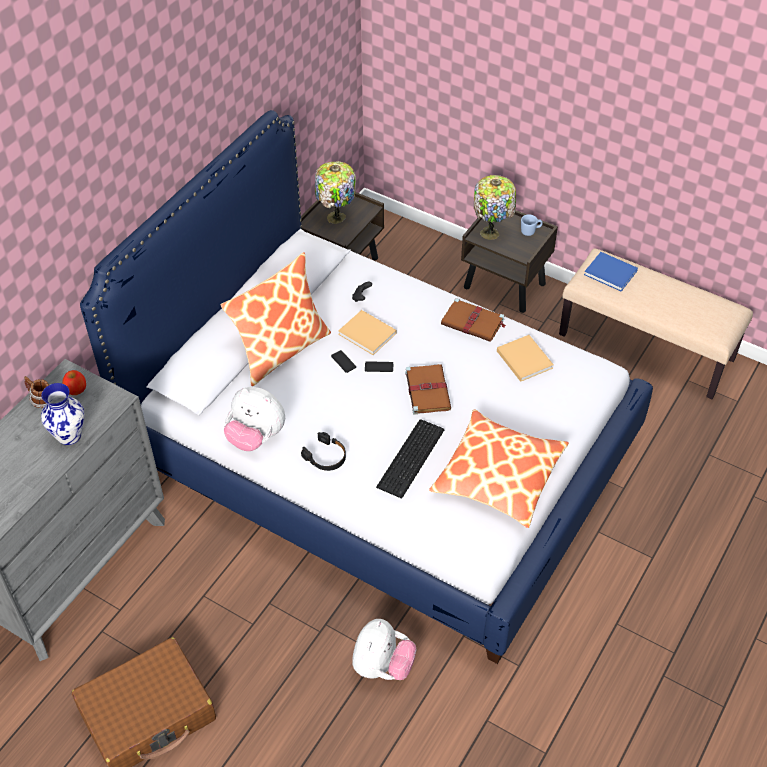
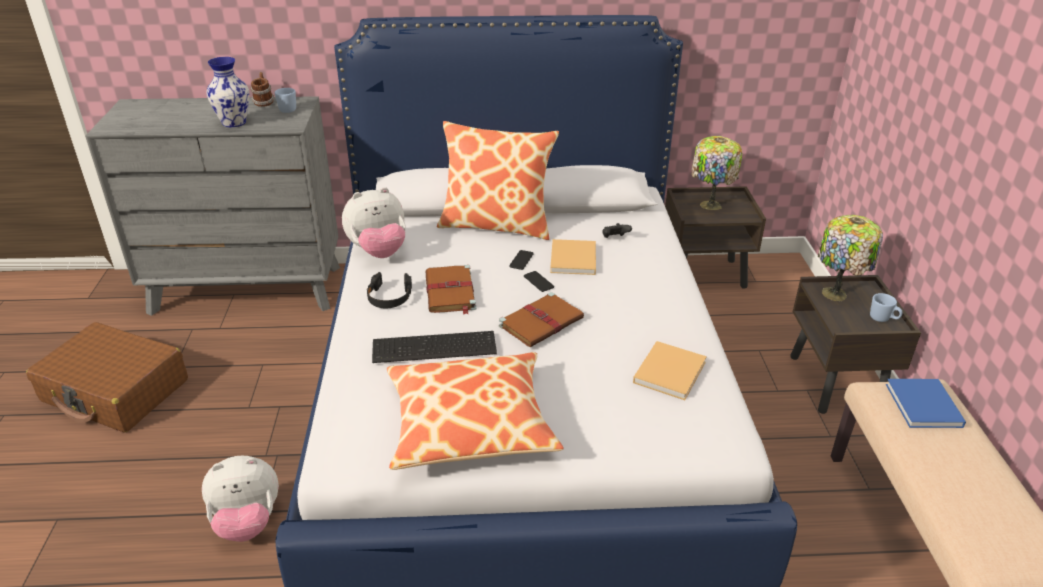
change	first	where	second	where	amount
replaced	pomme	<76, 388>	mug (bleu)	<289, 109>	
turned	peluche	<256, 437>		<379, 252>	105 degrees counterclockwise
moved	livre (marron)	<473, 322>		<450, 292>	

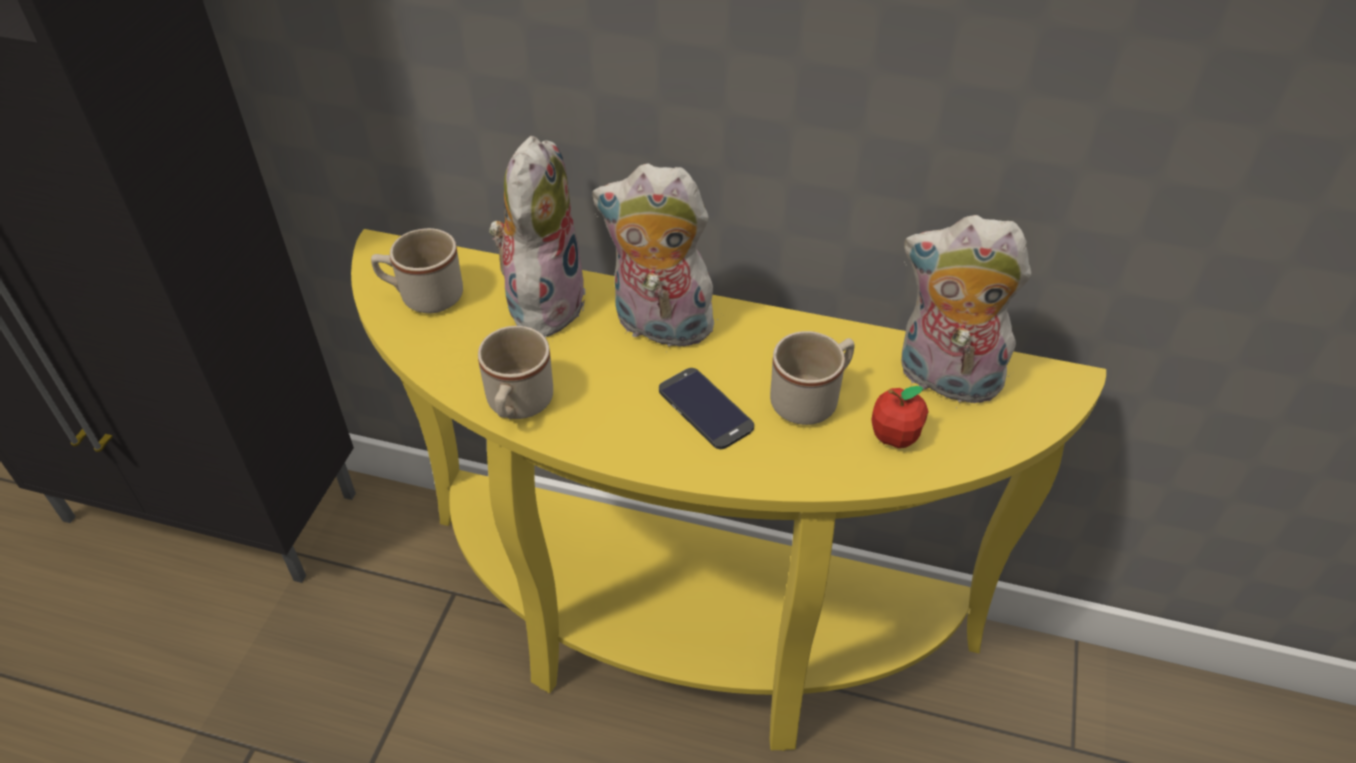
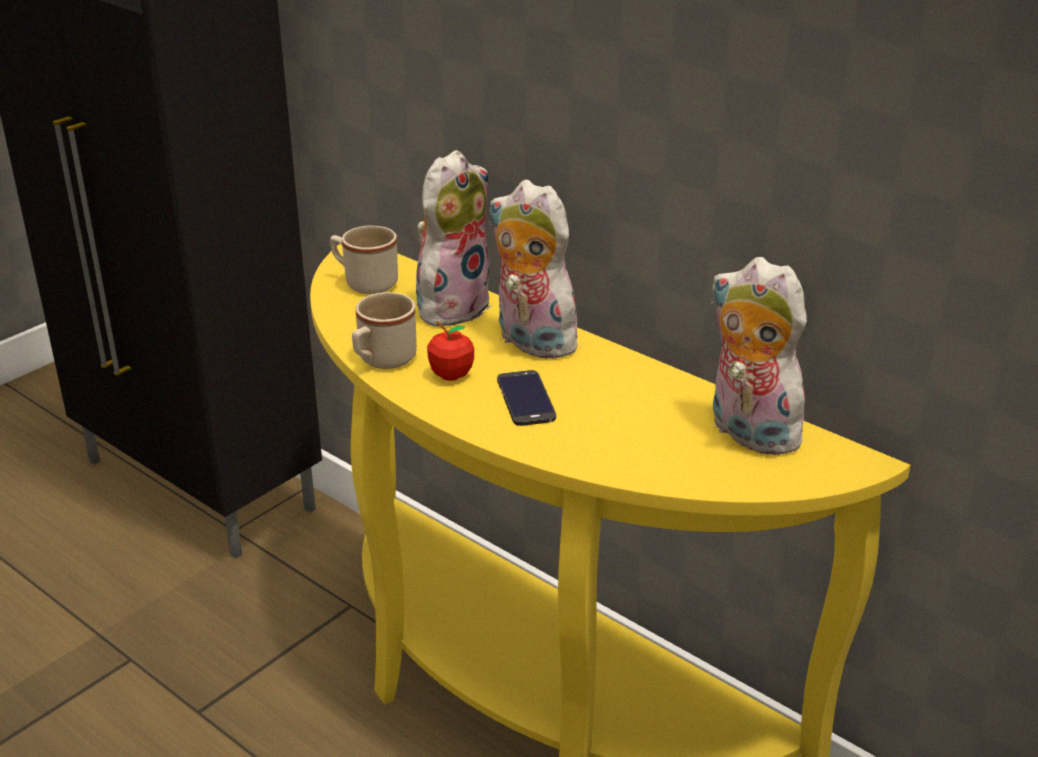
change	first	where	second	where	amount
moved	pomme	<894, 436>		<451, 375>	
removed	mug (beige)	<812, 399>			

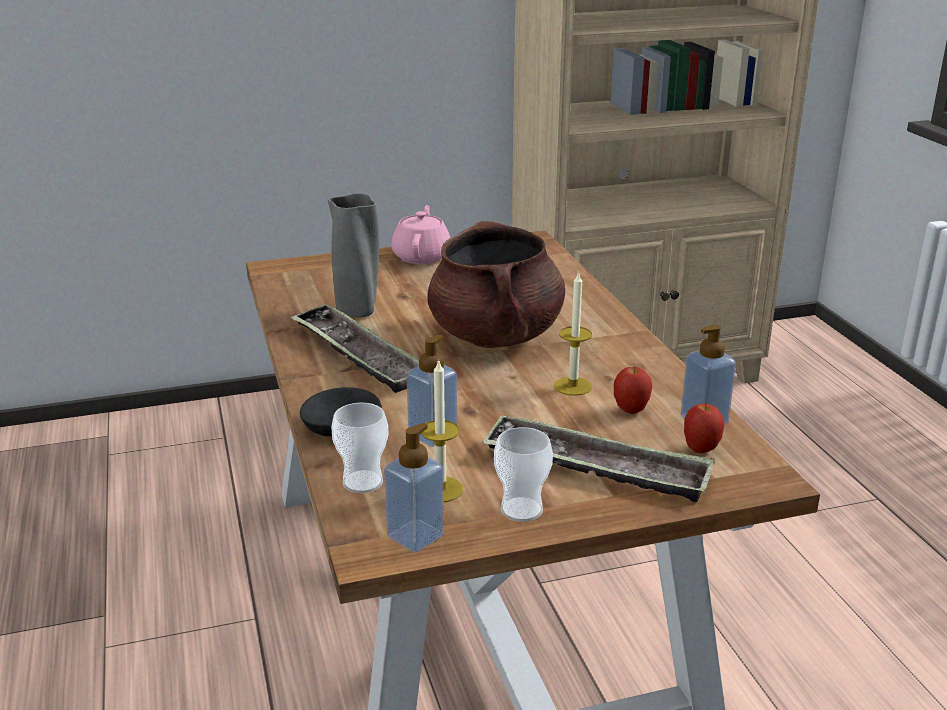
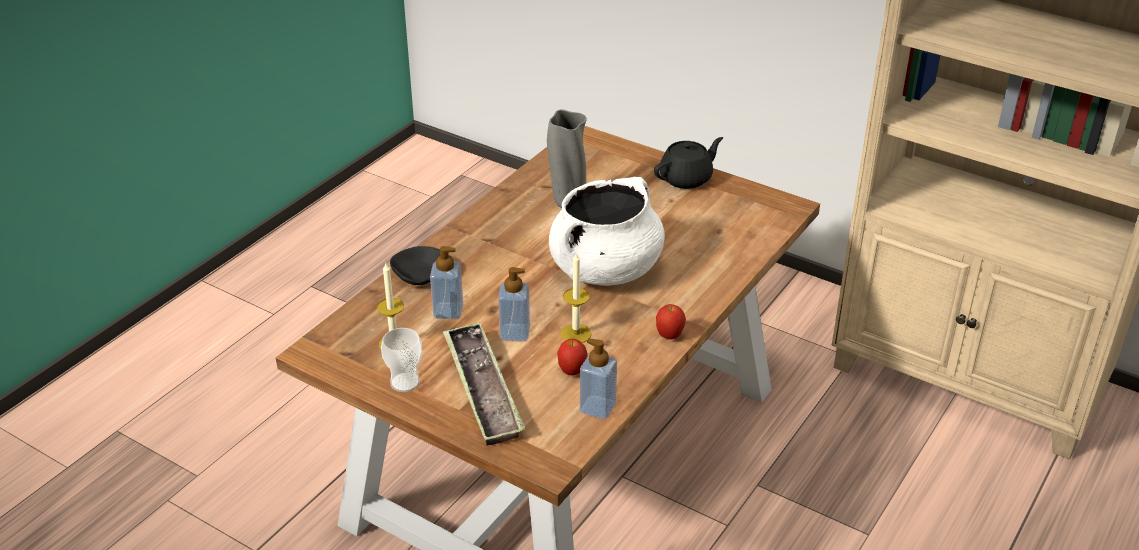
change	first	where	second	where	amount
moved	distributeur de savon	<415, 536>		<515, 333>	
recoloured	marmite (marron)	<496, 336>	marmite (blanc)	<605, 270>	
recoloured	théière (rose)	<422, 256>	théière (noir)	<686, 178>	
moved	pomme	<700, 450>		<669, 336>	
removed	plateau	<359, 355>			
removed	tasse	<362, 482>			

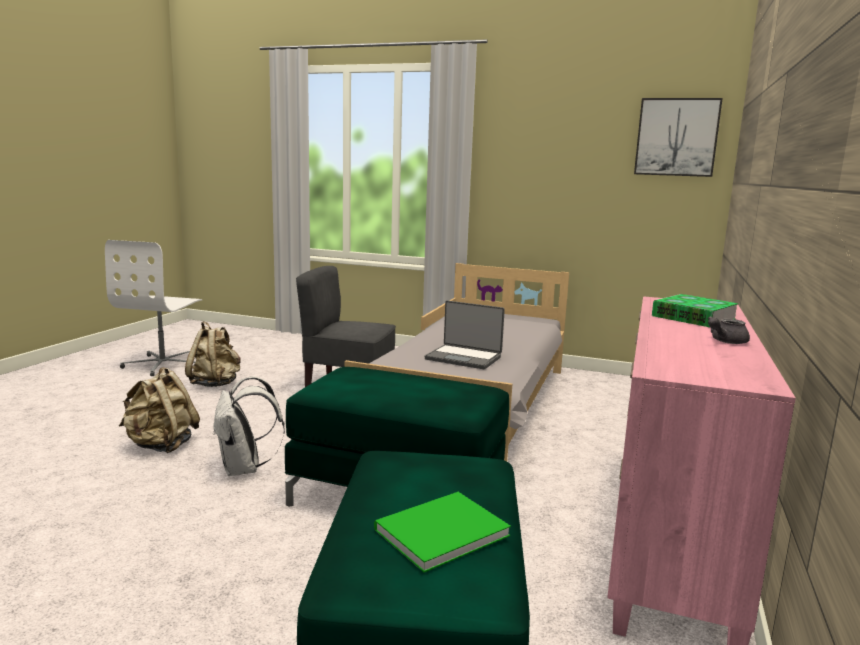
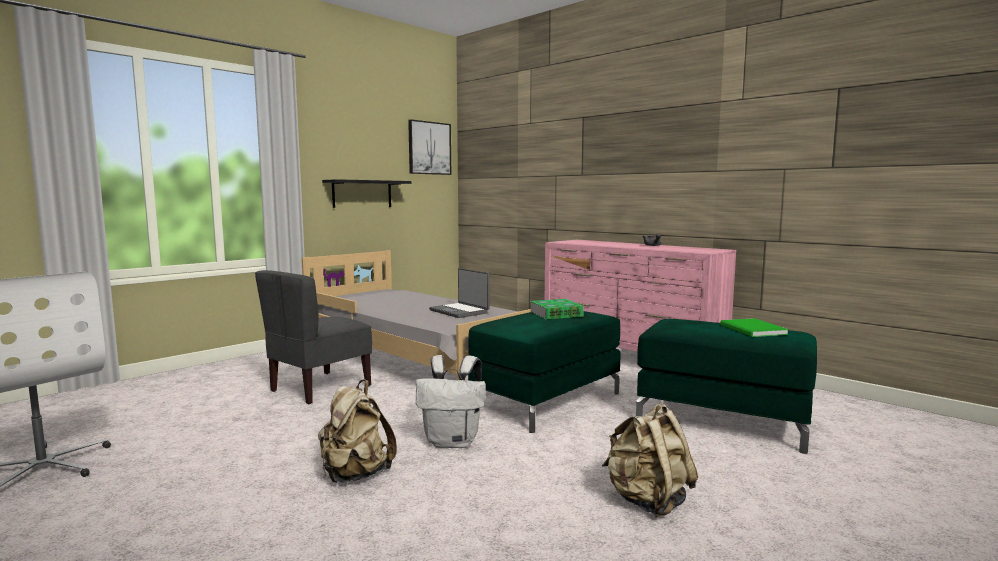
change	first	where	second	where	amount
added			étagère (noir)	<362, 194>	
turned	ordinateur portable	<464, 358>		<460, 311>	90 degrees clockwise
moved	livre	<693, 317>		<556, 314>	
moved	sac à dos (beige)	<215, 384>		<647, 501>	

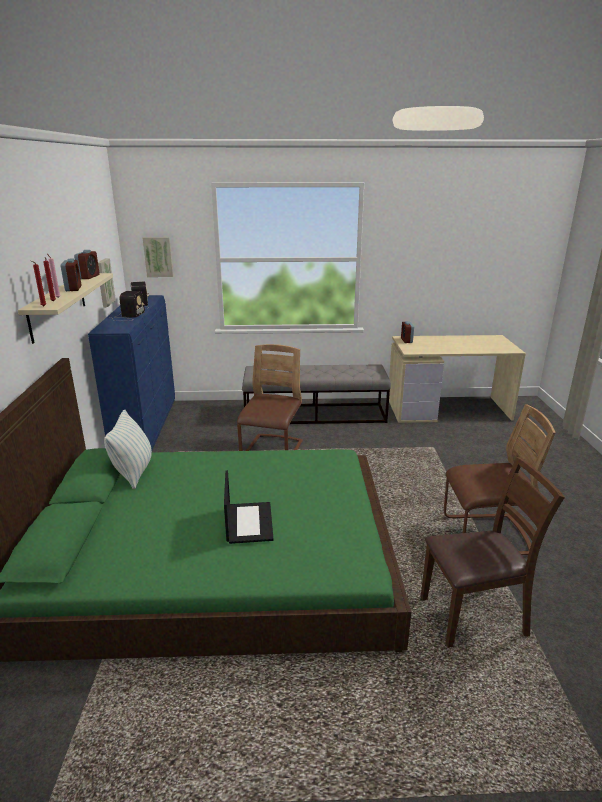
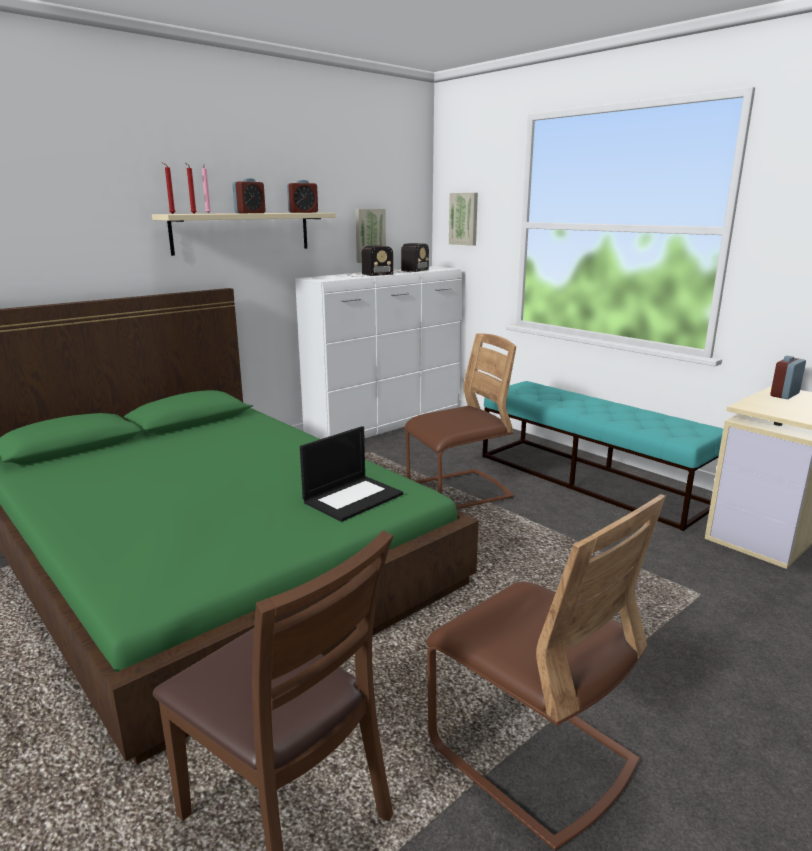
change	first	where	second	where	amount
recoloured	commode (bleu)	<147, 429>	commode (blanc)	<387, 425>	
moved	ordinateur portable	<248, 522>		<353, 497>	
recoloured	banc (gris)	<315, 414>	banc (turquoise)	<591, 479>	
removed	coussin	<134, 472>			

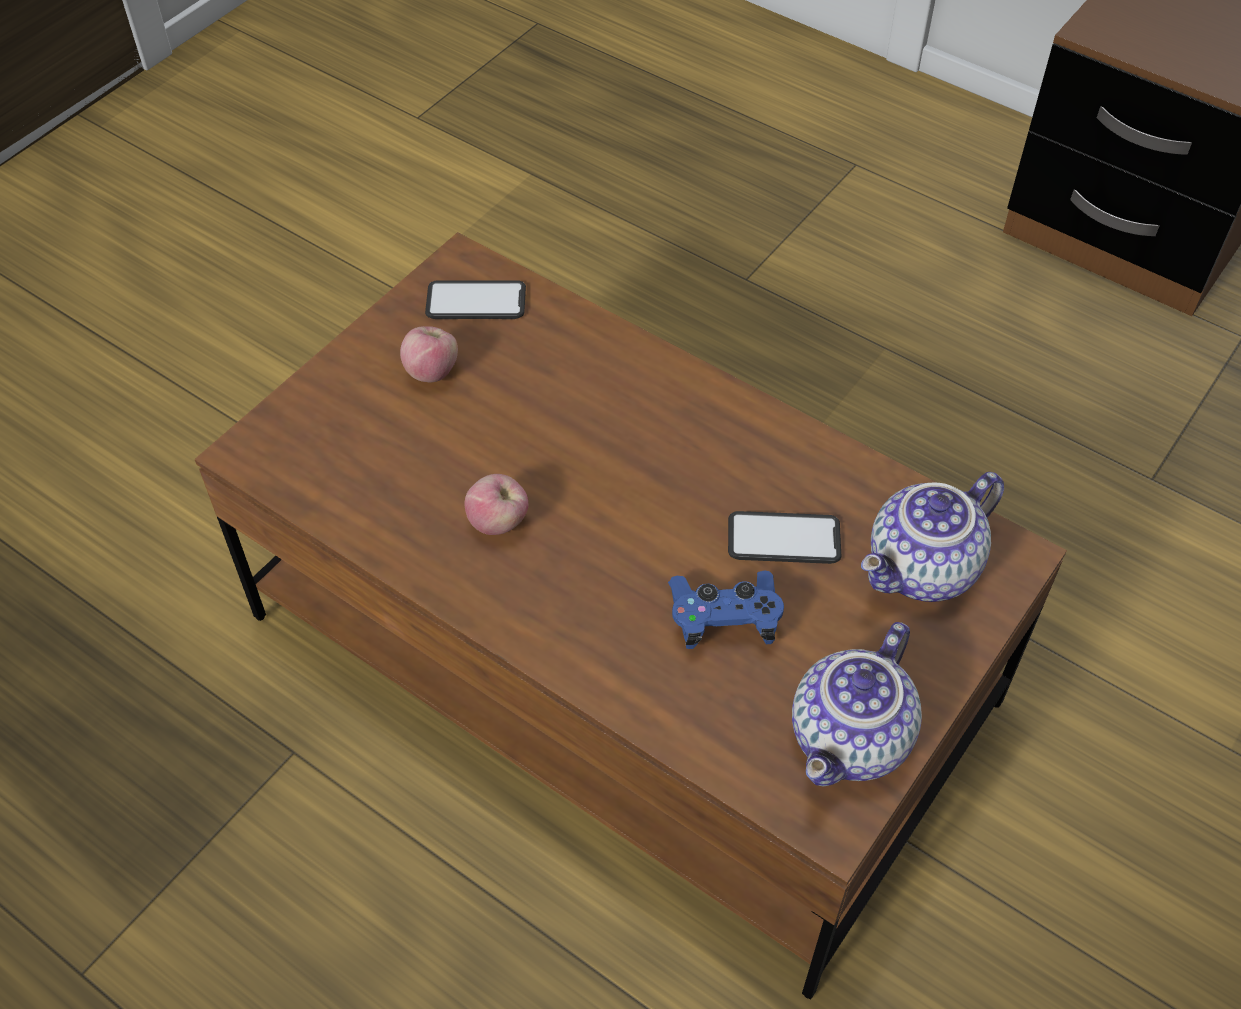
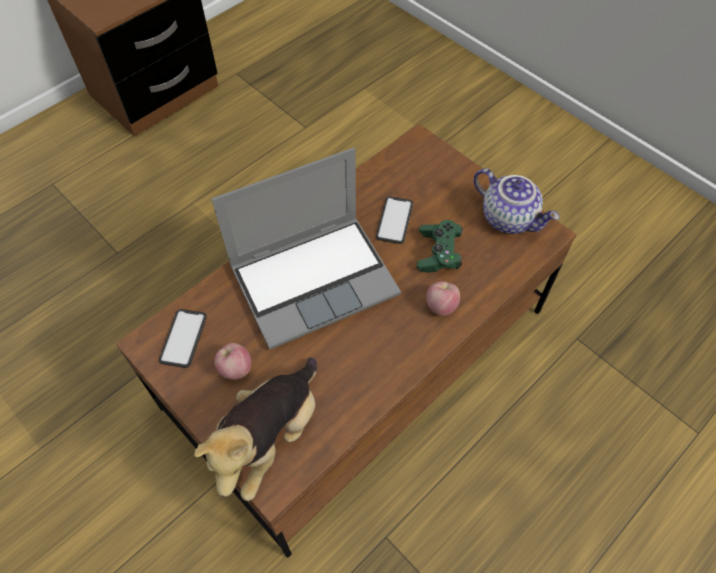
change	first	where	second	where	amount
added			peluche	<270, 437>	
added			ordinateur portable	<315, 279>	
recoloured	manette (bleu)	<724, 619>	manette (vert)	<438, 253>	
moved	pomme	<498, 522>		<441, 306>	
removed	théière	<923, 570>			

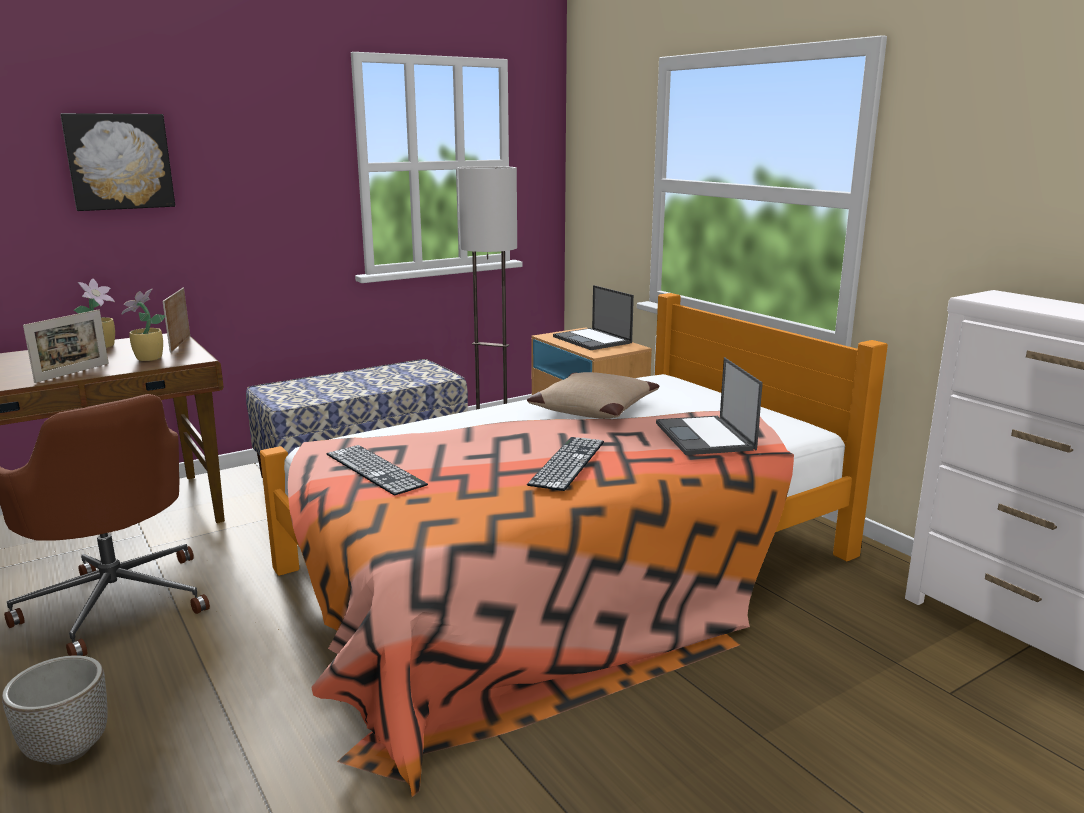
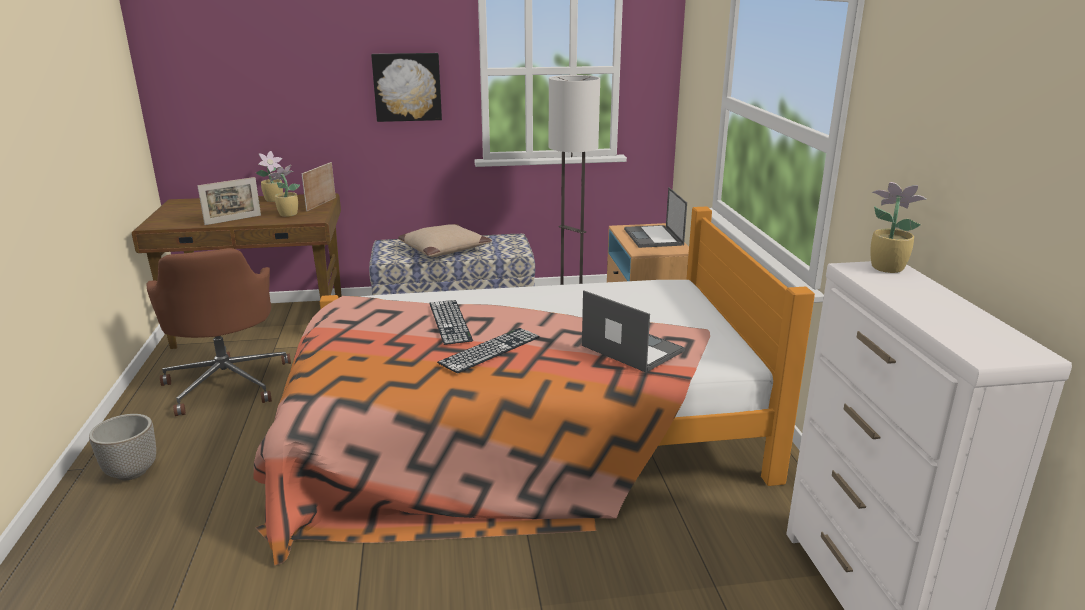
change	first	where	second	where	amount
moved	tableau	<119, 161>		<407, 87>	
moved	coussin (beige)	<592, 408>		<444, 249>	
moved	clavier	<375, 469>		<450, 321>	
turned	ordinateur portable	<705, 437>		<631, 348>	120 degrees clockwise
added			plante en pot	<885, 268>	

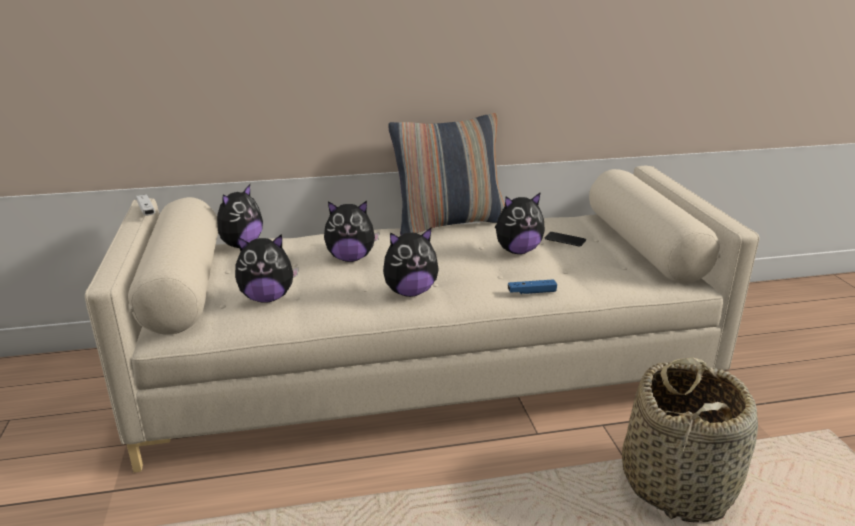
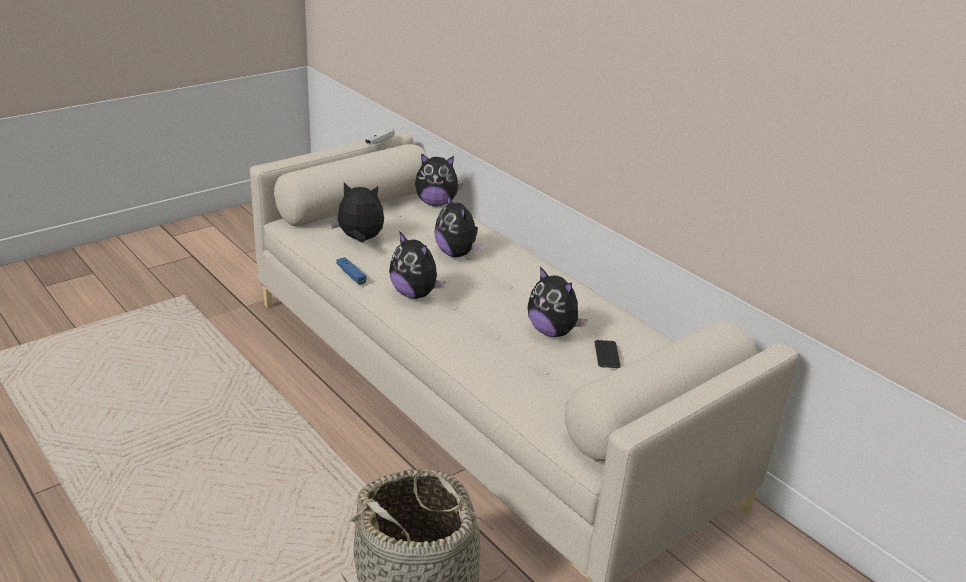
change	first	where	second	where	amount
turned	peluche	<267, 298>		<360, 240>	135 degrees clockwise
moved	manette (bleu)	<531, 292>		<351, 275>	
removed	coussin	<449, 223>			

